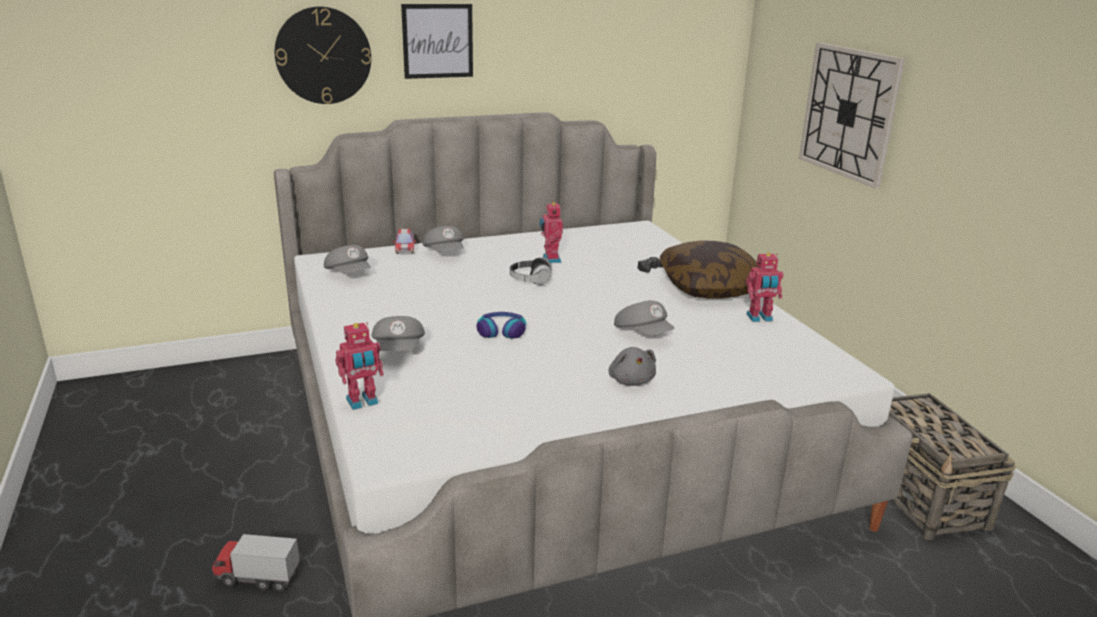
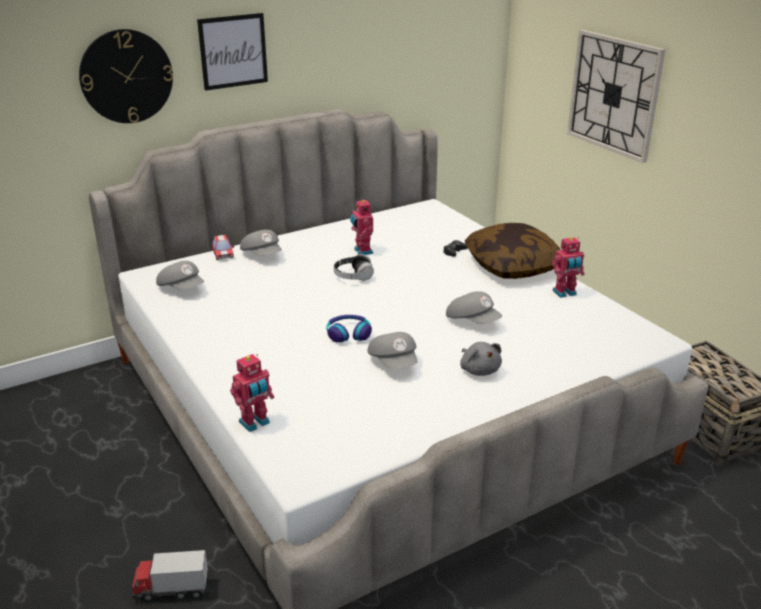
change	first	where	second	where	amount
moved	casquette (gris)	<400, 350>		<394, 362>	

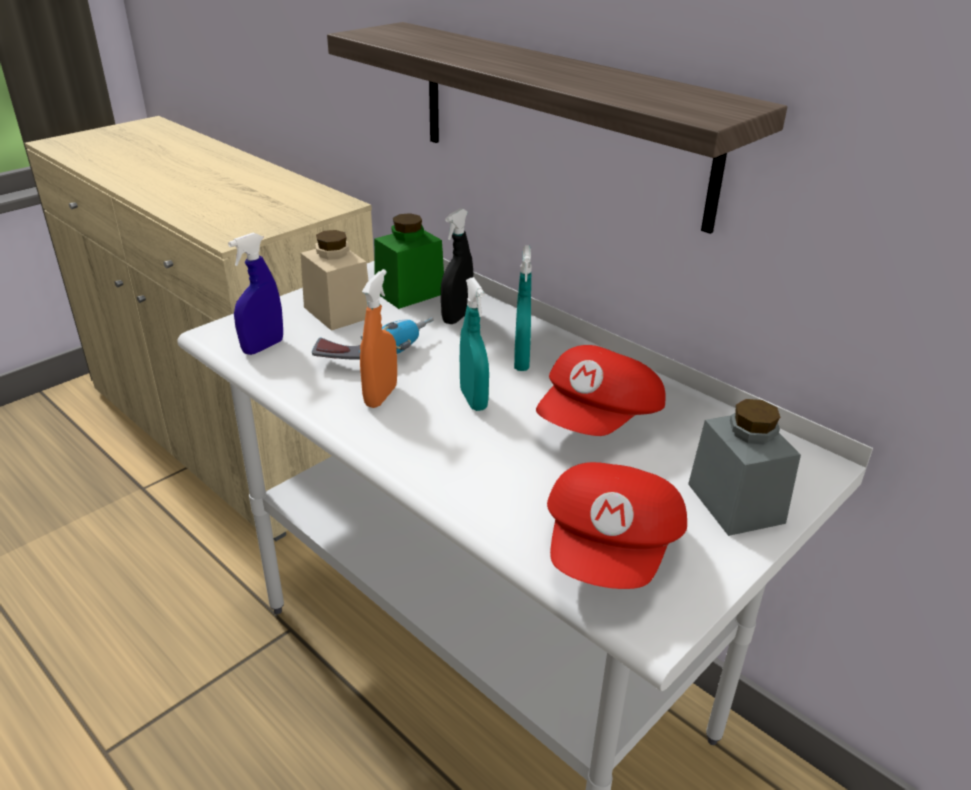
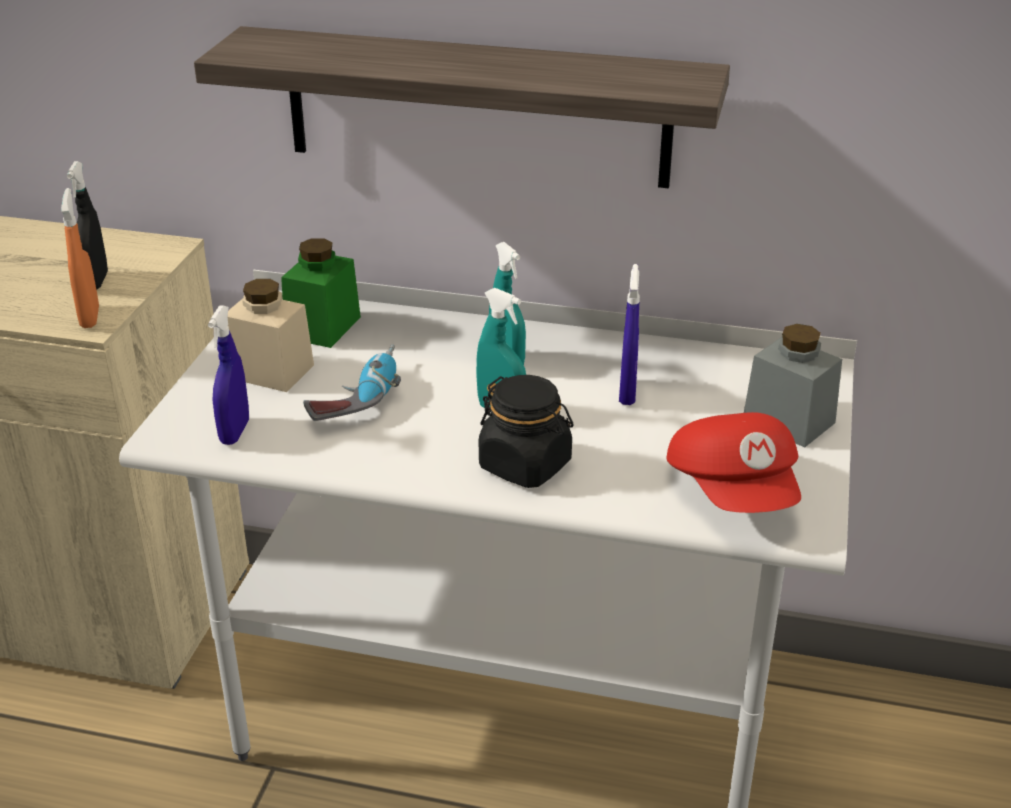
change	first	where	second	where	amount
moved	vaporisateur (orange)	<381, 396>		<90, 317>	
moved	vaporisateur (noir)	<457, 317>		<96, 281>	
added			bocal (noir)	<525, 465>	
replaced	casquette (rouge)	<599, 421>	vaporisateur (bleu)	<627, 393>	

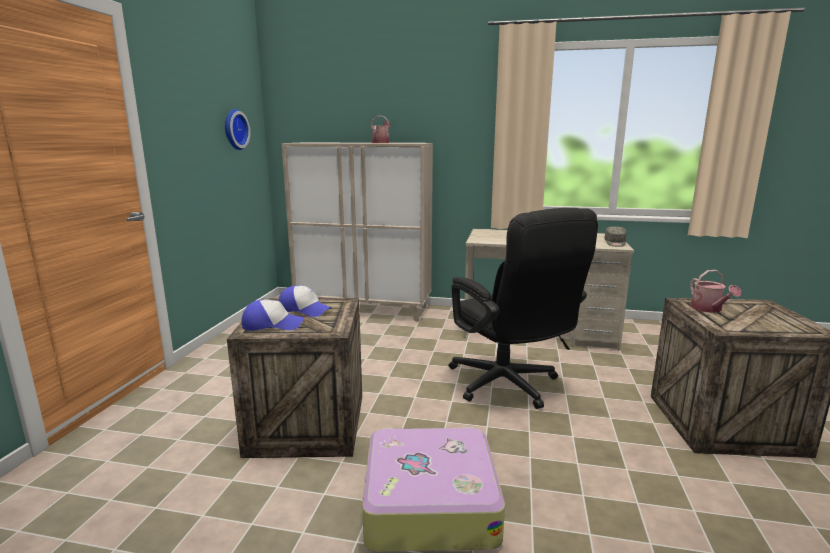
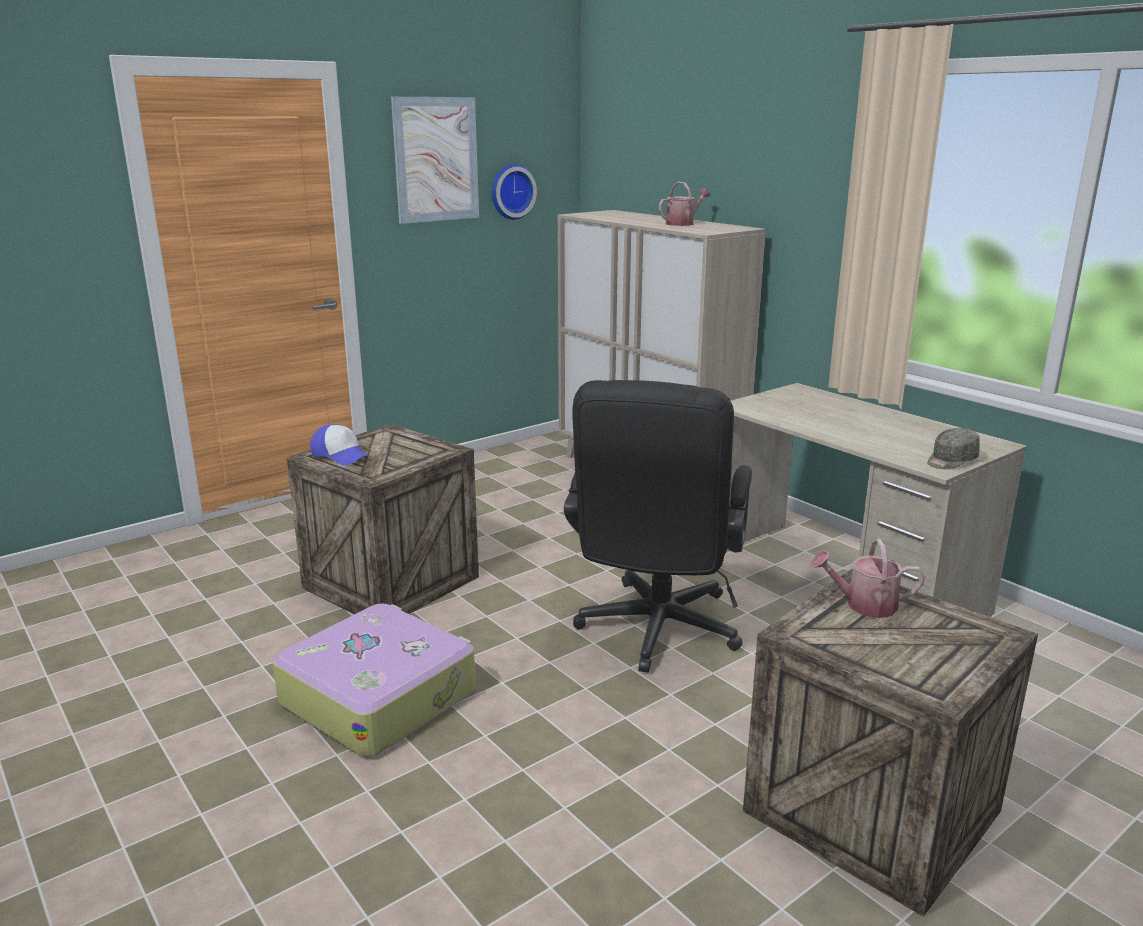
change	first	where	second	where	amount
added			tableau	<436, 160>	
turned	arrosoir	<709, 309>		<863, 605>	60 degrees clockwise
removed	casquette	<304, 310>			

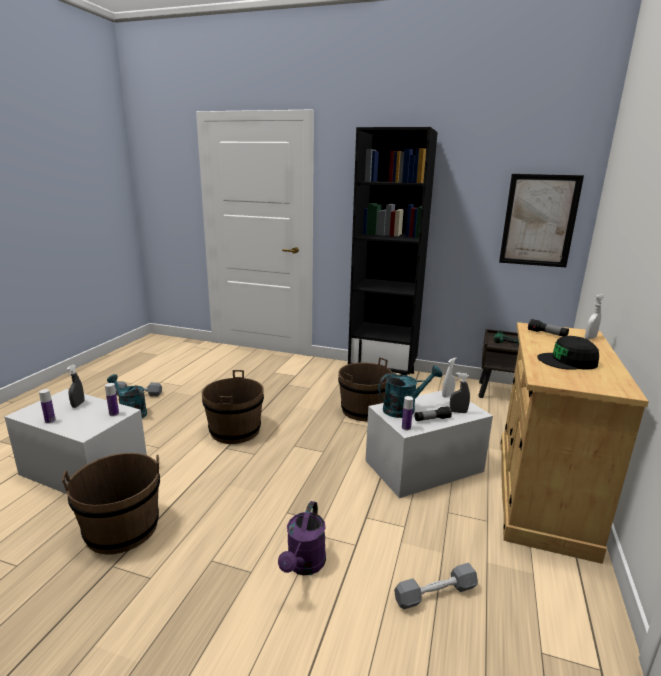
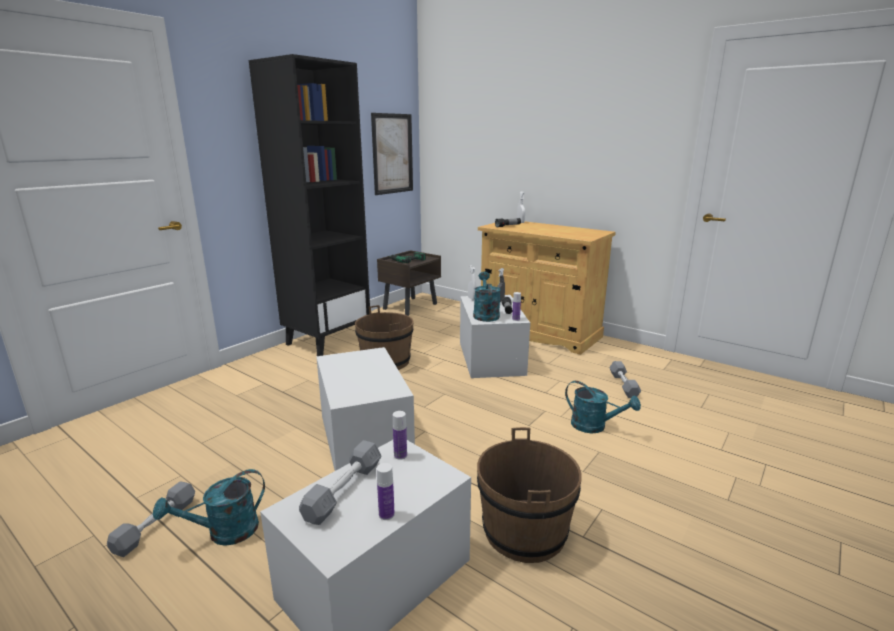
change	first	where	second	where	amount
replaced	vaporisateur (gris)	<78, 404>	haltère (gris)	<344, 491>	
replaced	seau (marron)	<235, 430>	boîte de rangement (blanc)	<365, 438>	
recoloured	arrosoir (violet)	<304, 565>	arrosoir (turquoise)	<594, 426>	
removed	casquette (noir)	<568, 361>			

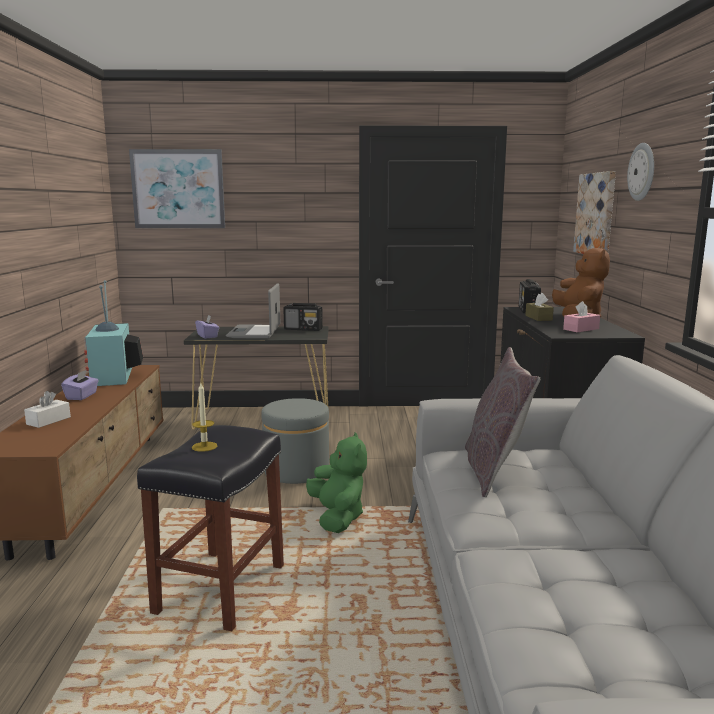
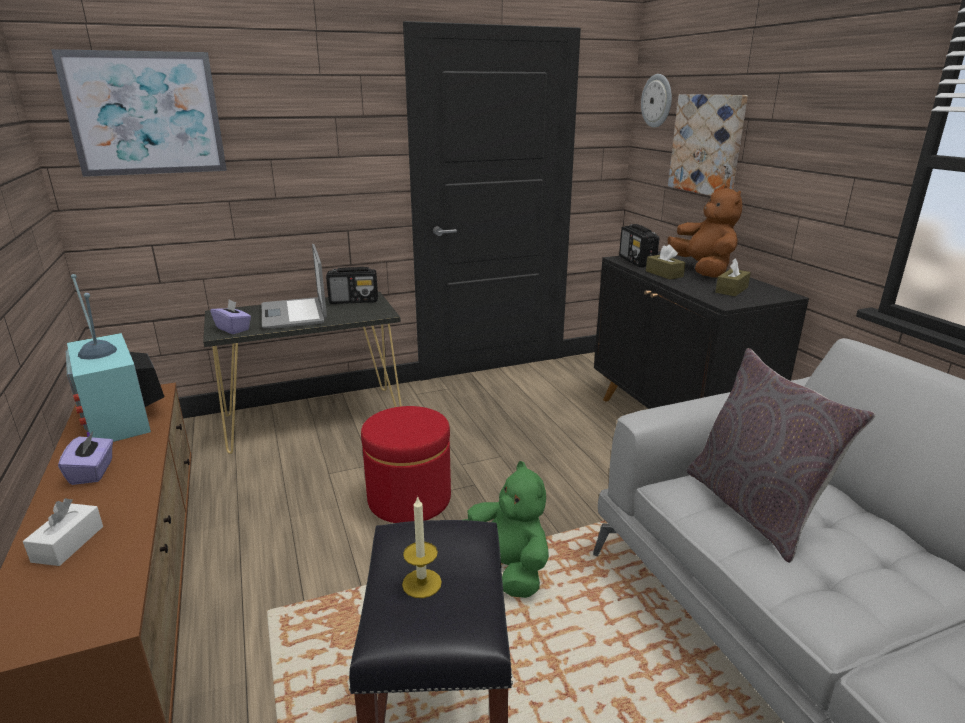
change	first	where	second	where	amount
recoloured	pouf (gris)	<296, 470>	pouf (rouge)	<409, 499>	
moved	horloge murale	<642, 172>		<657, 101>	
recoloured	boîte à mouchoirs (rose)	<581, 329>	boîte à mouchoirs (marron)	<731, 290>	

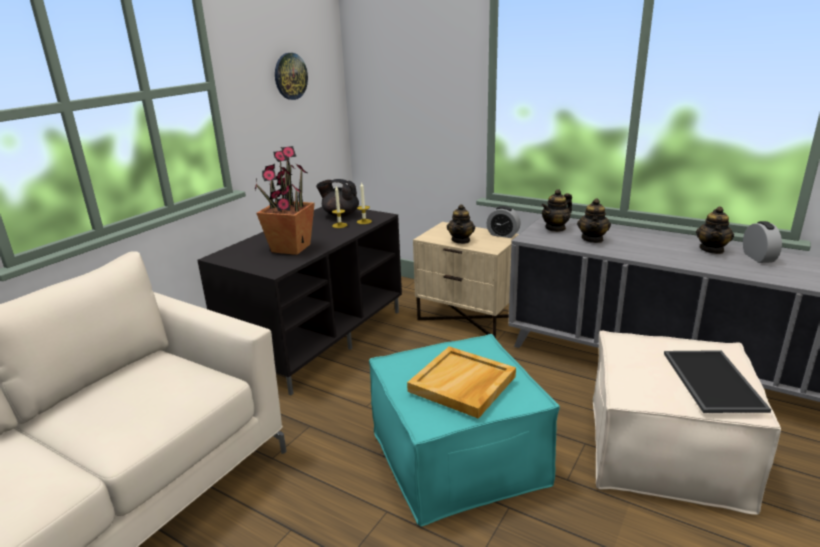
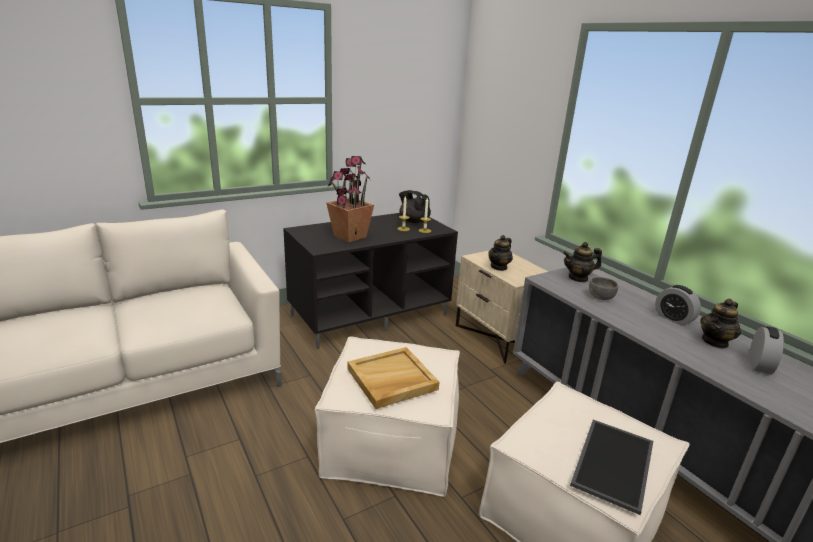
change	first	where	second	where	amount
recoloured	pouf (turquoise)	<458, 458>	pouf (beige)	<391, 442>	
replaced	théière	<592, 239>	bol (gris)	<601, 297>	
moved	réveil	<503, 235>		<673, 319>	
removed	horloge murale	<290, 76>			

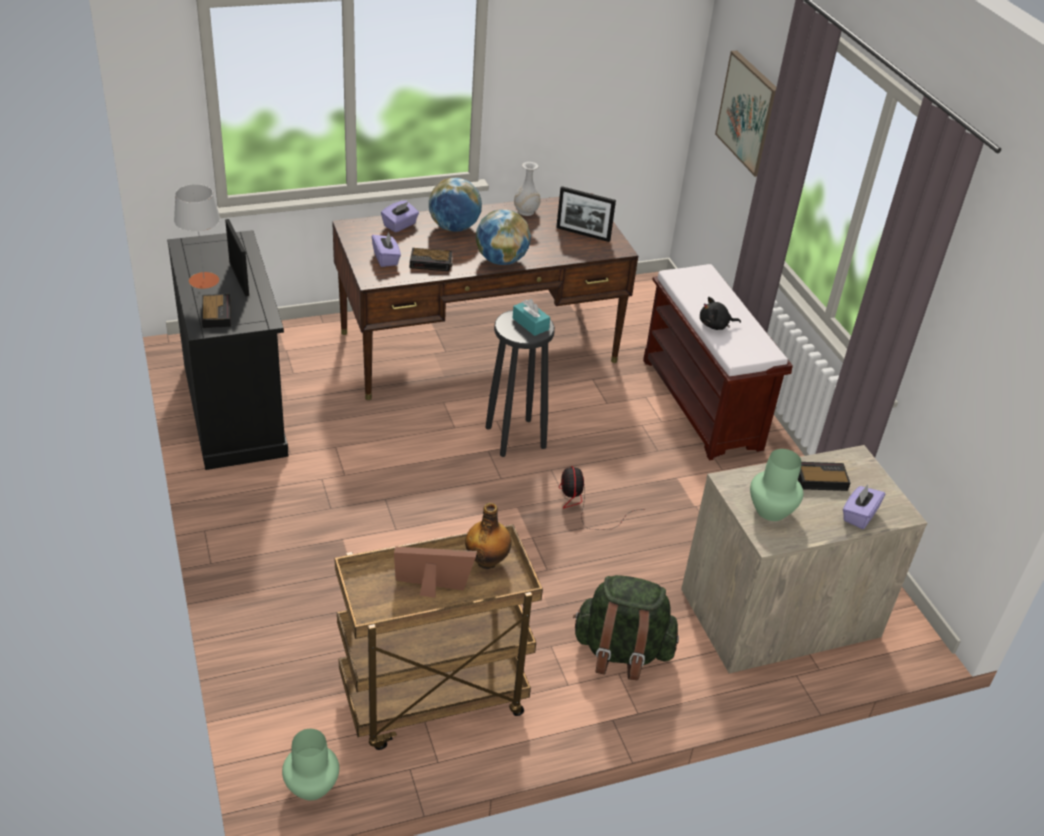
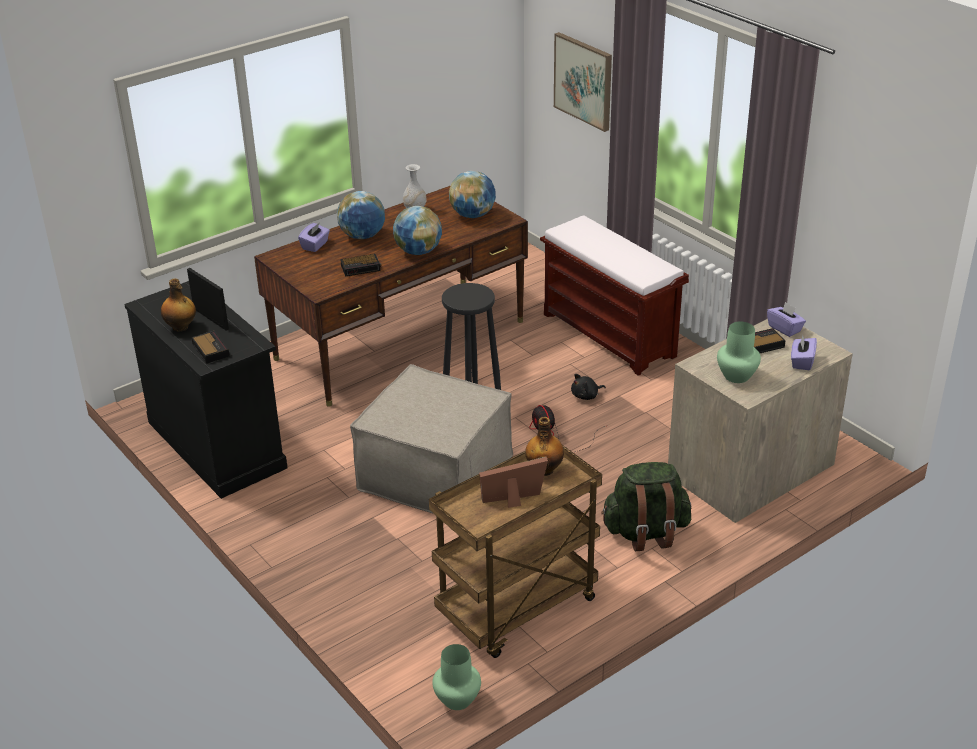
change	first	where	second	where	amount
replaced	lampe de table (gris)	<204, 280>	bouteille	<181, 327>	
added			pouf (beige)	<435, 472>	
replaced	cadre photo	<583, 234>	globe	<473, 215>	
moved	peluche (noir)	<715, 325>		<586, 396>	
moved	boîte à mouchoirs (violet)	<386, 259>		<785, 328>	
removed	boîte à mouchoirs (turquoise)	<530, 324>			

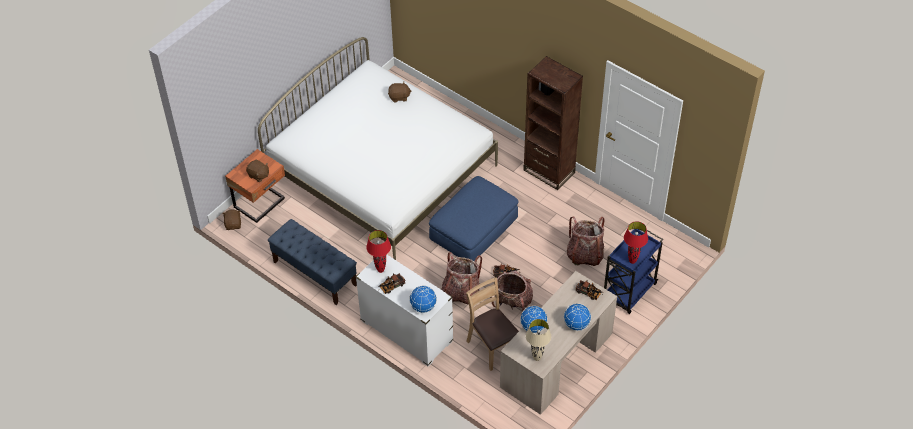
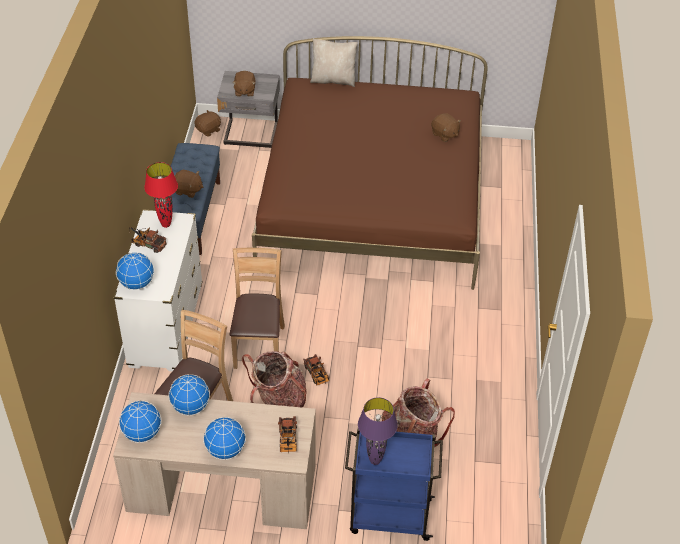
change	first	where	second	where	amount
replaced	lampe de table (beige)	<537, 358>	globe	<142, 434>	
added			peluche (marron)	<188, 190>	
recoloured	table de chevet (orange)	<260, 204>	table de chevet (gris)	<251, 135>	
replaced	sac à dos	<461, 292>	chaise (marron)	<258, 346>	
recoloured	lit (blanc)	<382, 172>	lit (marron)	<373, 201>	
added			coussin (beige)	<333, 80>	
recoloured	lampe de table (rouge)	<632, 261>	lampe de table (violet)	<374, 461>	
removed	pouf (bleu)	<473, 229>			
removed	bibliothèque (marron)	<549, 171>			

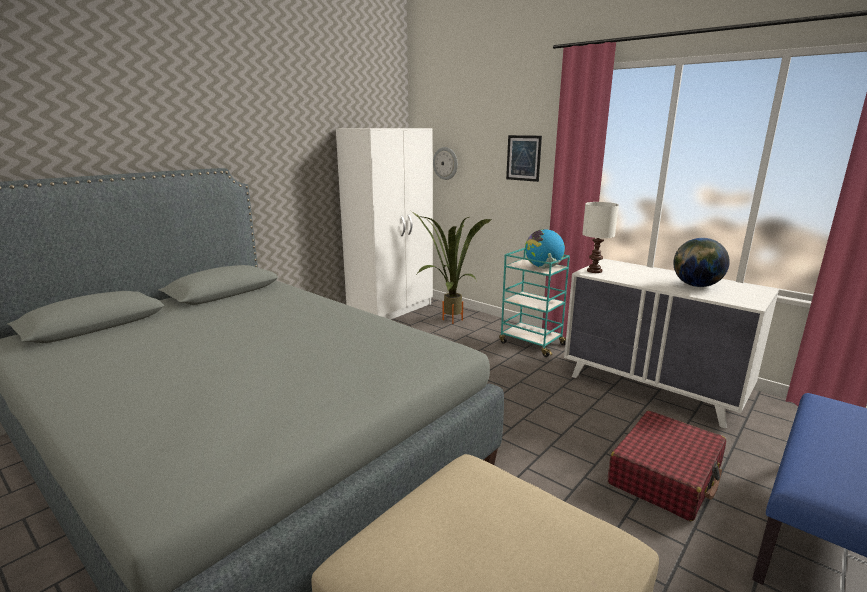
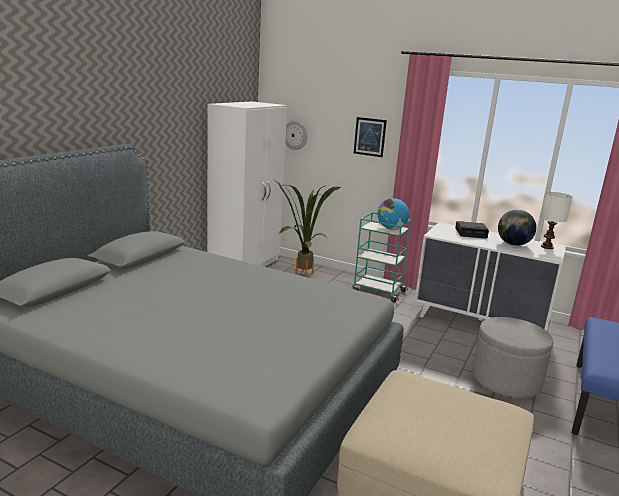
change	first	where	second	where	amount
added			réveil	<471, 233>	
replaced	valise (rouge)	<665, 476>	pouf (gris)	<505, 380>	
moved	lampe de table (blanc)	<594, 271>		<547, 247>	

